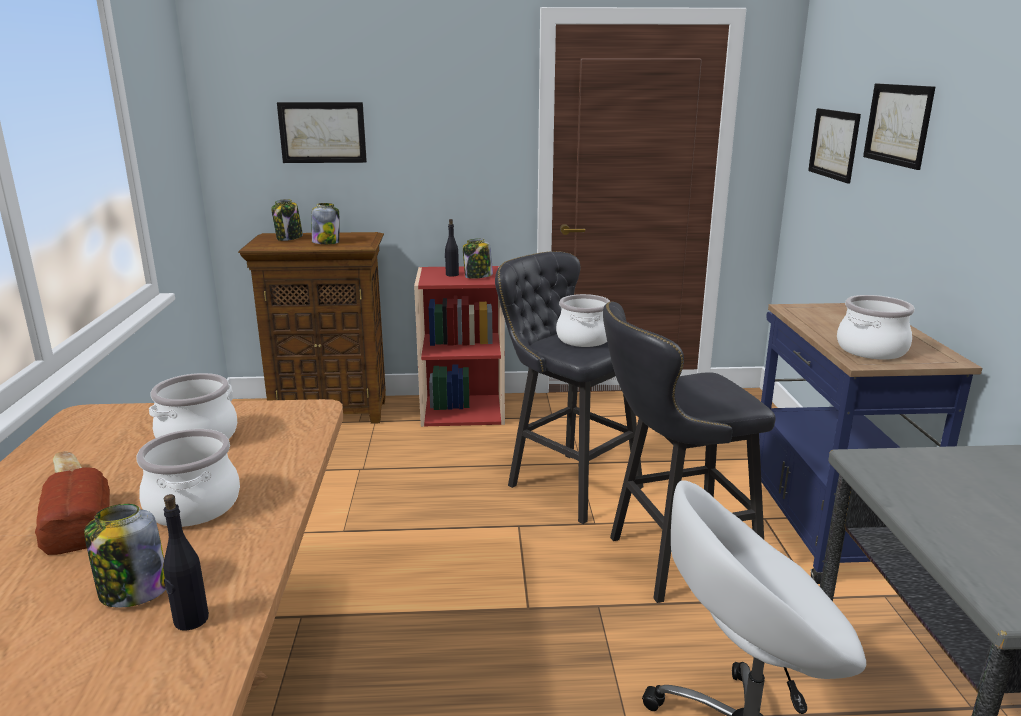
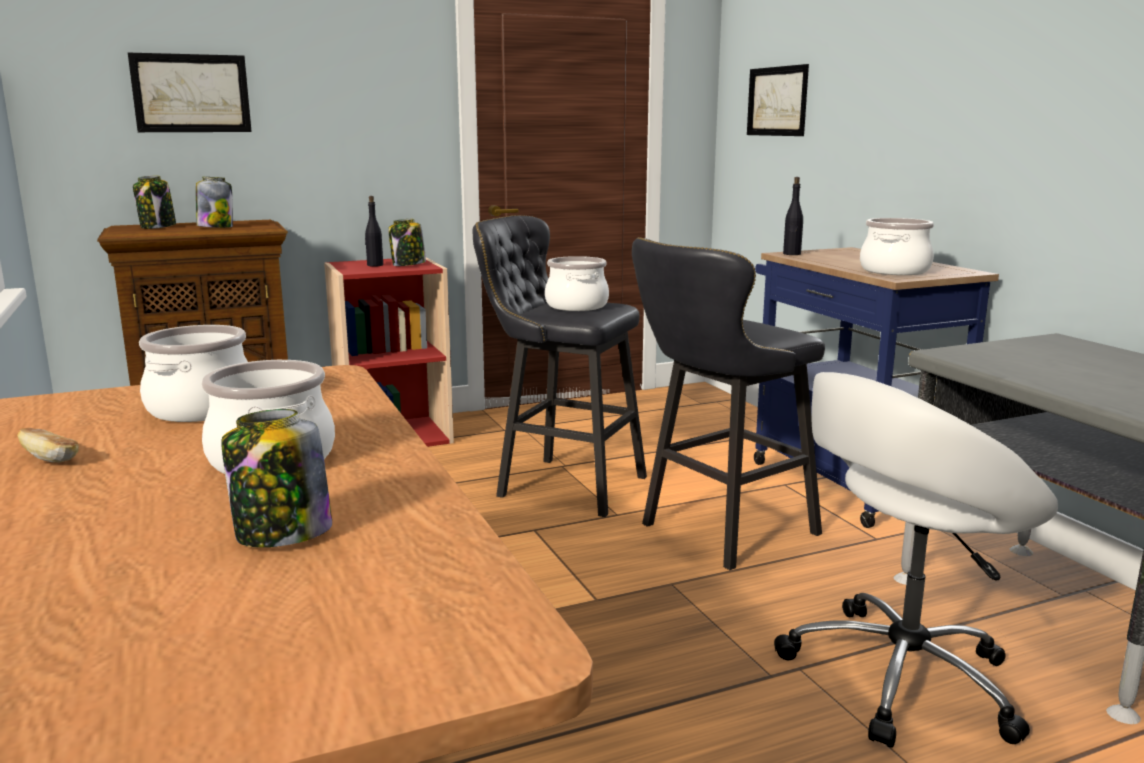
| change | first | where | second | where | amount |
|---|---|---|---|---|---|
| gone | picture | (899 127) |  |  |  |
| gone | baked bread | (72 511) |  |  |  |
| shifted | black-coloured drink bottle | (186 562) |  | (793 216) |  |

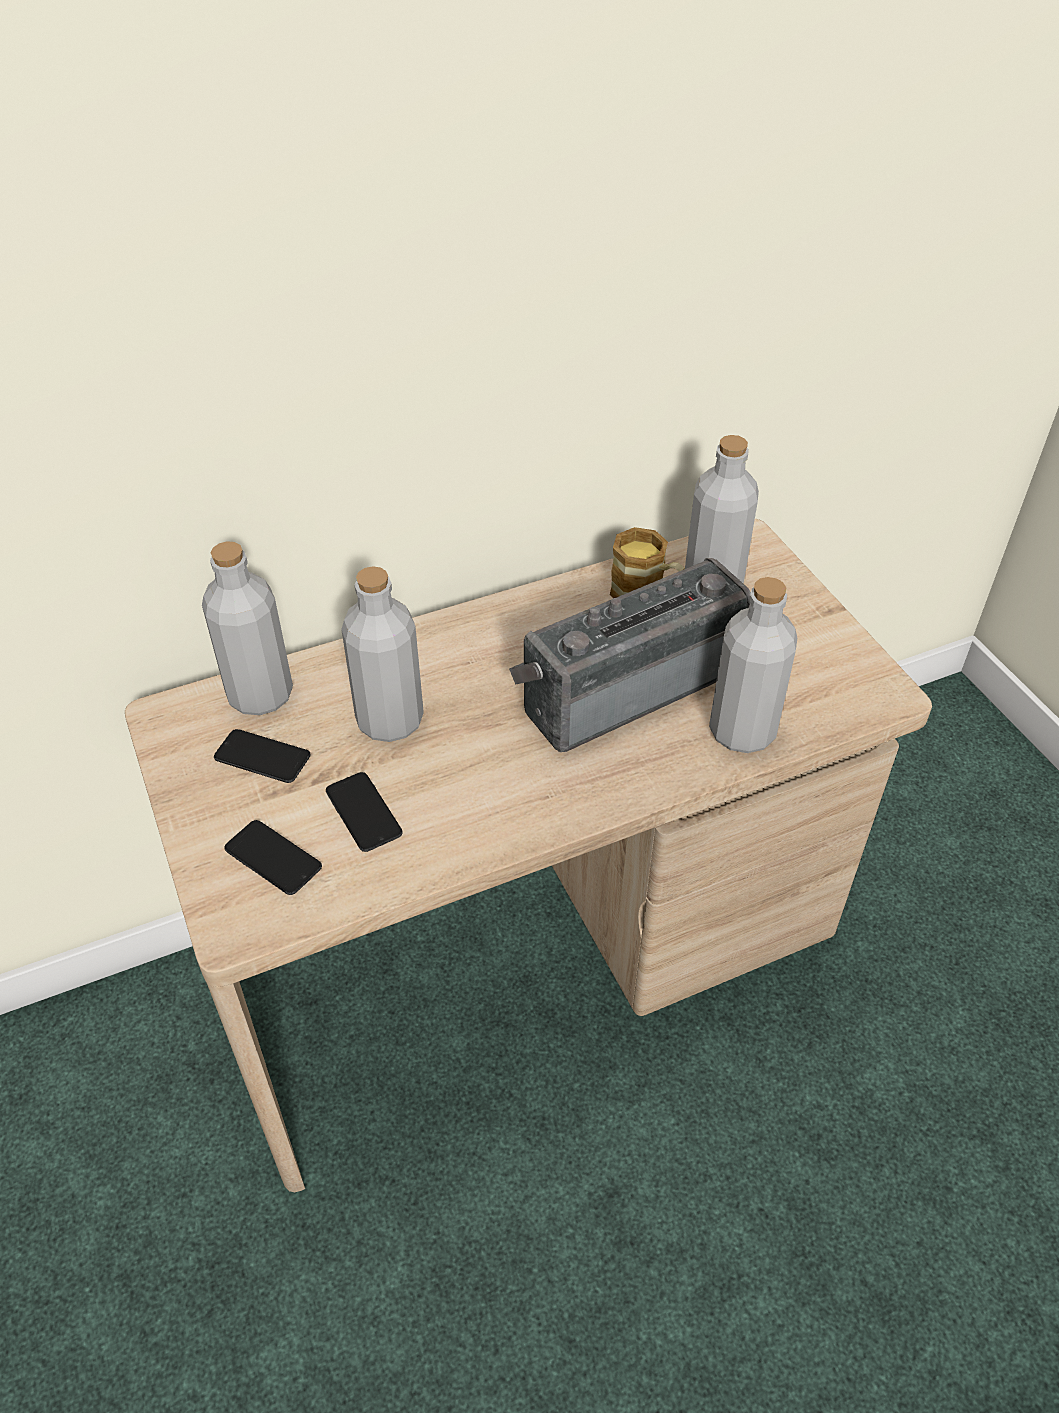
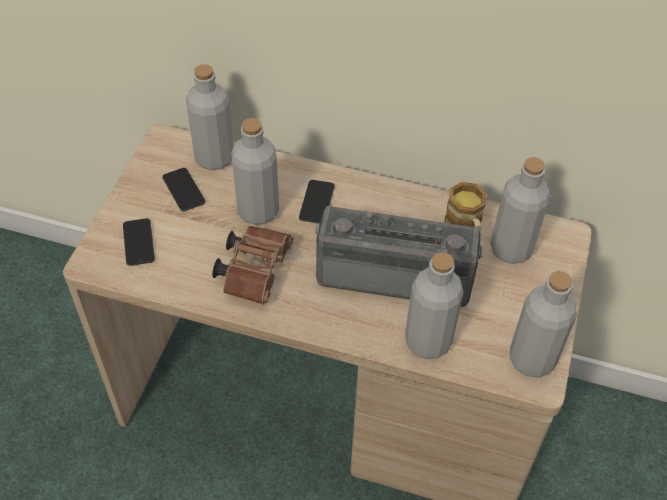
| change | first | where | second | where | amount |
|---|---|---|---|---|---|
| shifted | handset | (364 812) |  | (317 201) |  |
| new |  |  | brownish field glasses | (252 265) |  |
| new |  |  | gray drink bottle | (543 324) |  |

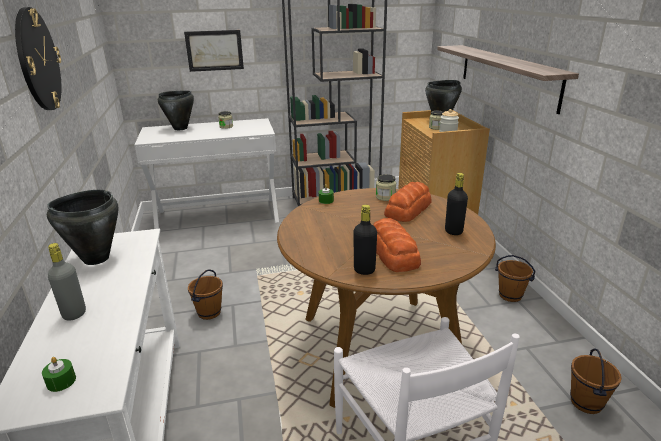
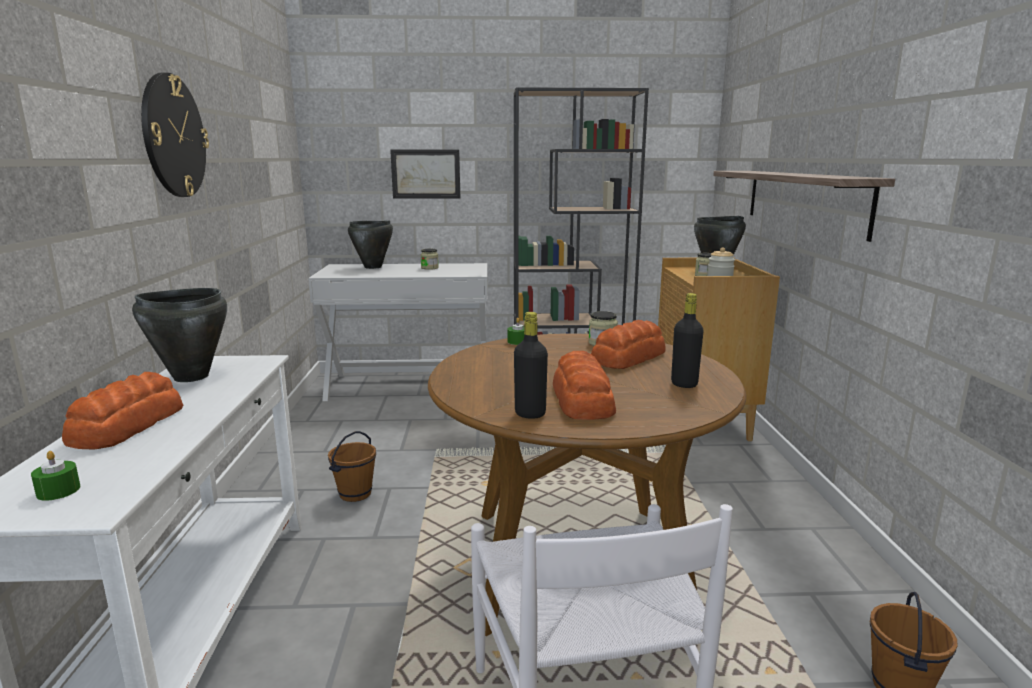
| change | first | where | second | where | amount |
|---|---|---|---|---|---|
| swapped | gray drink bottle | (67 282) | baked bread | (122 411) |  |
| gone | brownish bucket | (515 278) |  |  |  |

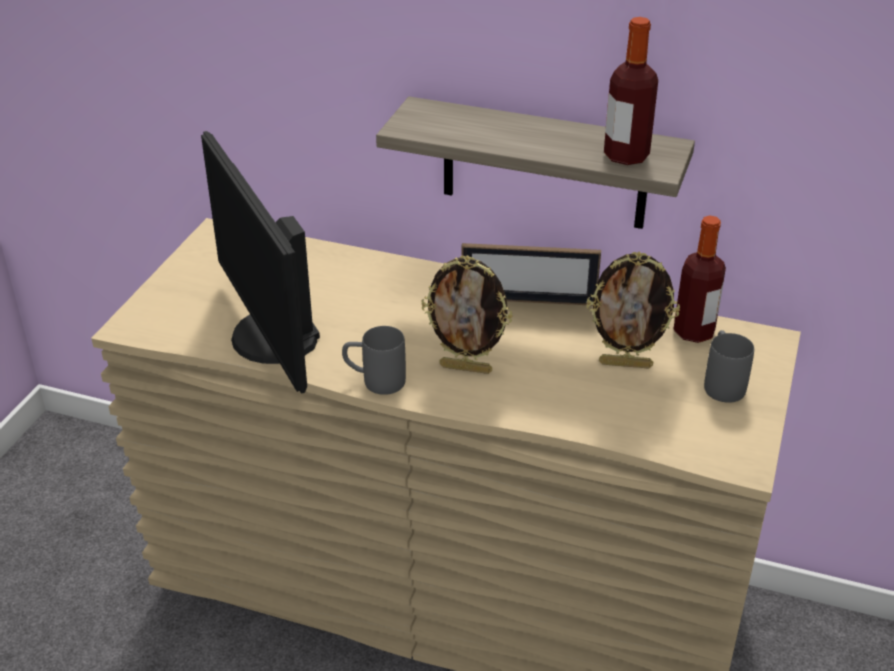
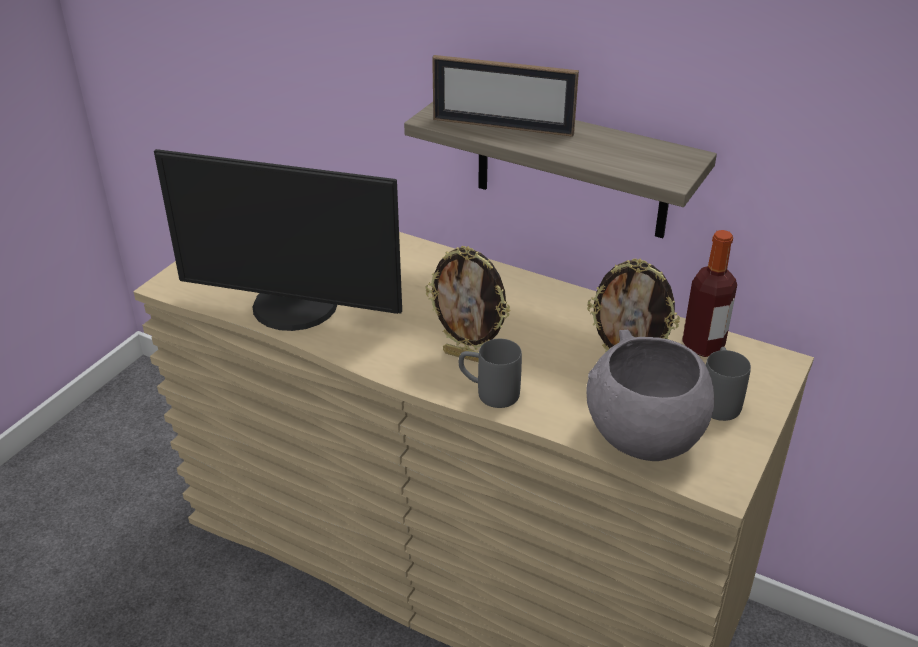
| change | first | where | second | where | amount |
|---|---|---|---|---|---|
| gone | drink bottle | (631 91) |  |  |  |
| rotated | monitor | (260 262) |  | (278 240) | 60 degrees counterclockwise |
| shifted | picture frame | (531 274) |  | (505 96) |  |
| shifted | gray tea mug | (374 360) |  | (490 373) |  |
| new |  |  | gray bowl | (650 395) |  |

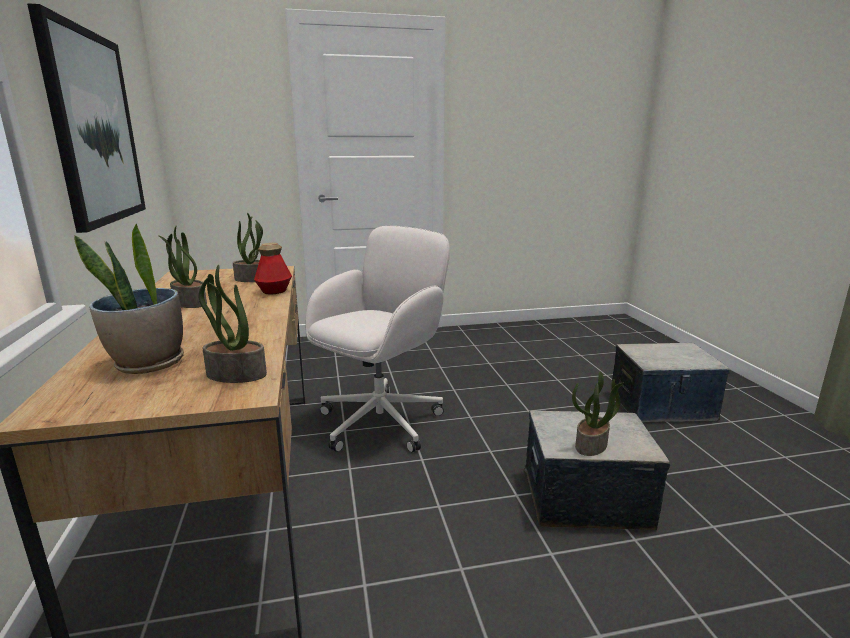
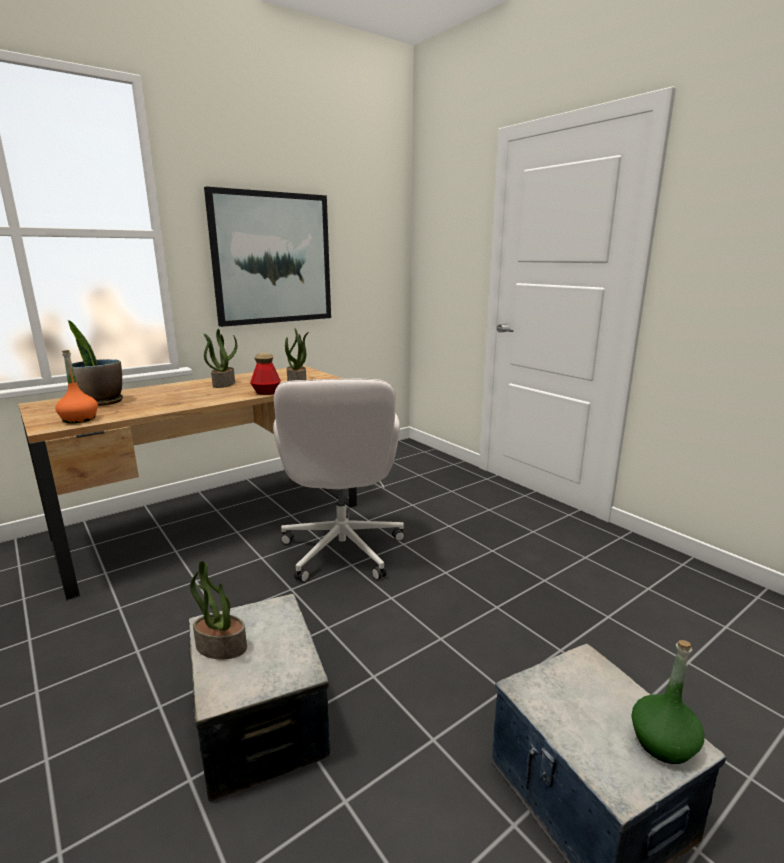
| change | first | where | second | where | amount |
|---|---|---|---|---|---|
| rotated | whitish desk chair | (378 339) |  | (339 480) | 75 degrees clockwise |
| swapped | plant in a pot | (232 324) | orange-coloured drink bottle | (76 386) |  |
| new |  |  | green-coloured drink bottle | (668 702) |  |

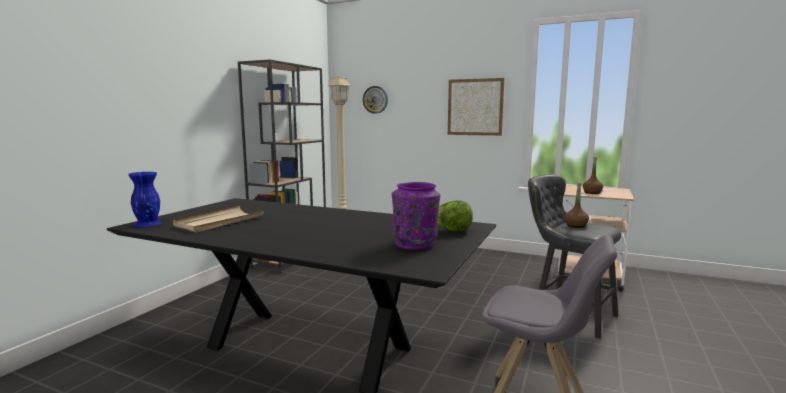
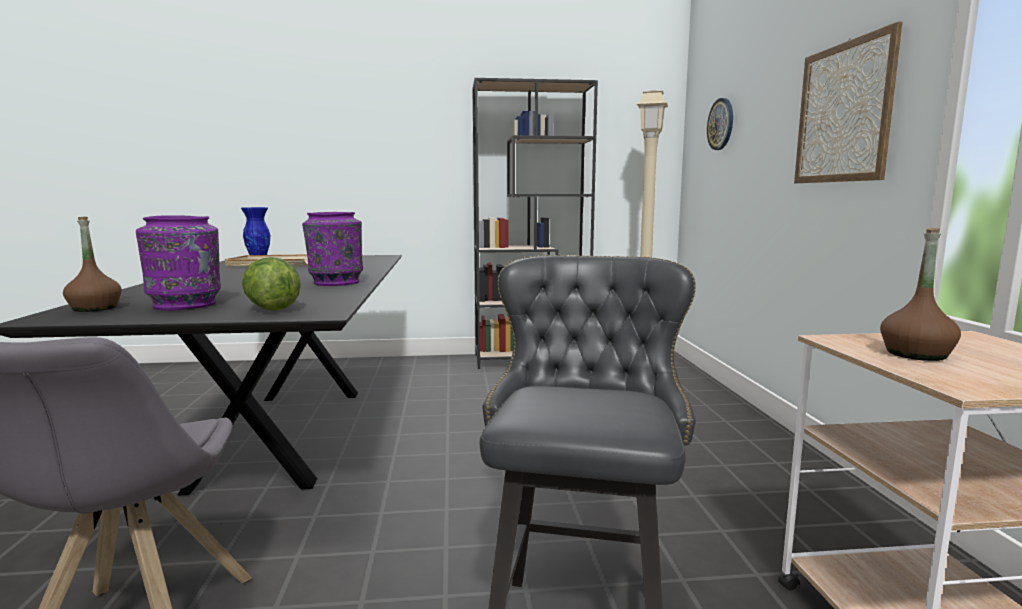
| change | first | where | second | where | amount |
|---|---|---|---|---|---|
| shifted | brownish drink bottle | (576 205) |  | (92 264) |  |
| new |  |  | purple-coloured decorative vase | (332 249) |  |

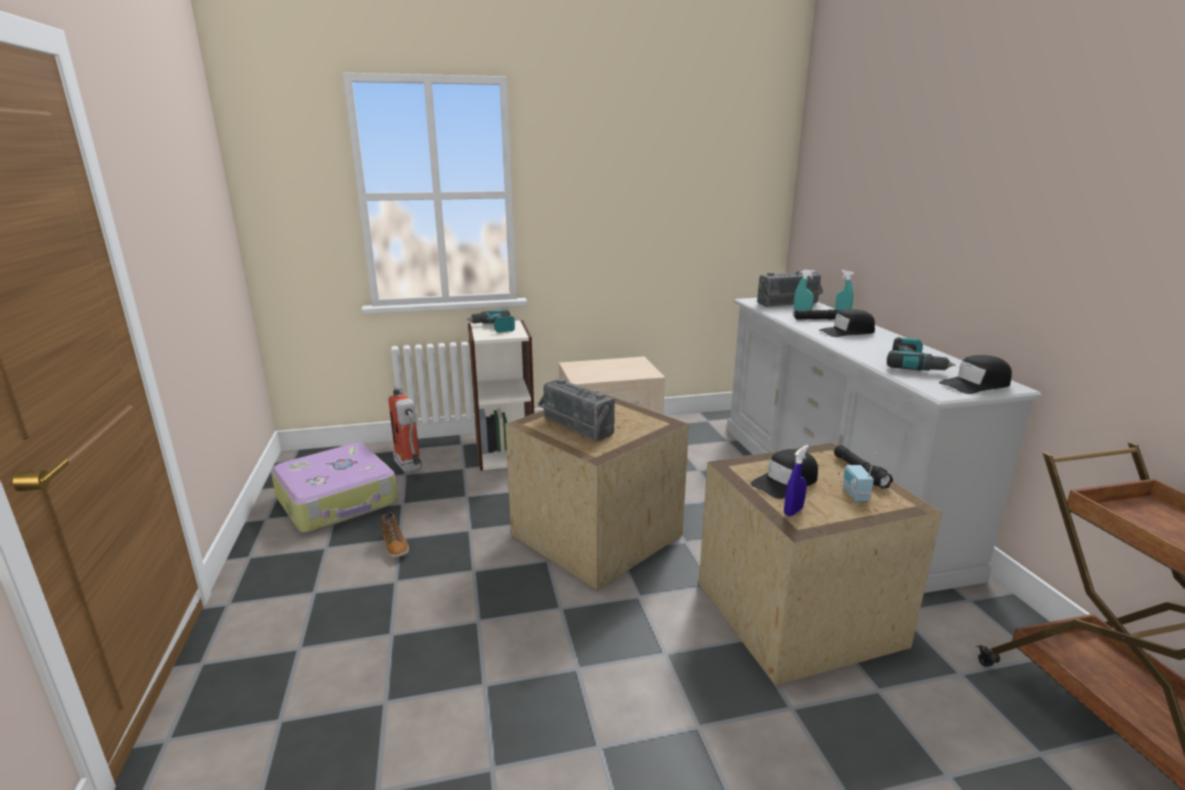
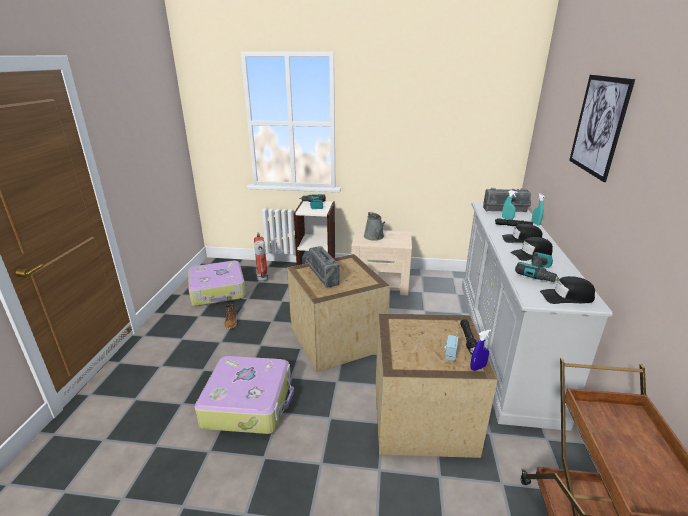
| change | first | where | second | where | amount |
|---|---|---|---|---|---|
| shifted | blue-coloured sprayer | (796 480) |  | (480 350) |  |
| shifted | black-coloured cap | (784 474) |  | (531 249) |  |
| new |  |  | picture | (602 128) |  |
| new |  |  | gray watering pot | (374 226) |  |
| new |  |  | suitcase | (244 395) |  |

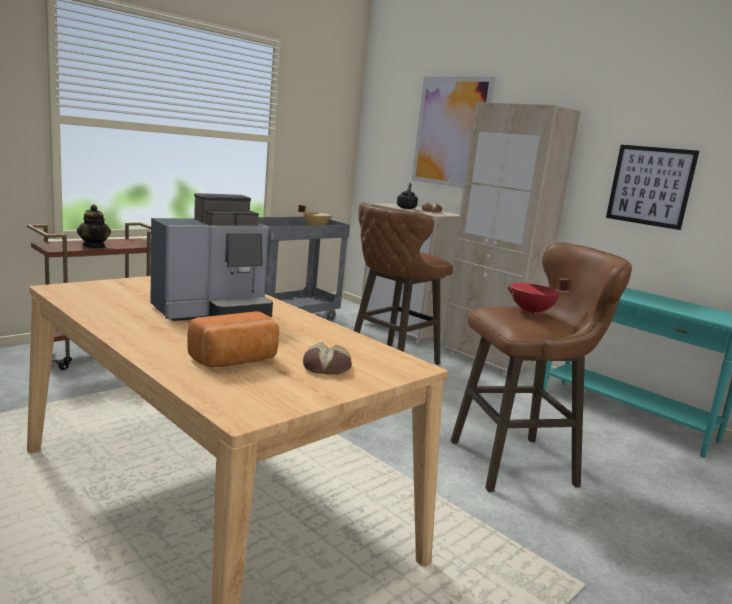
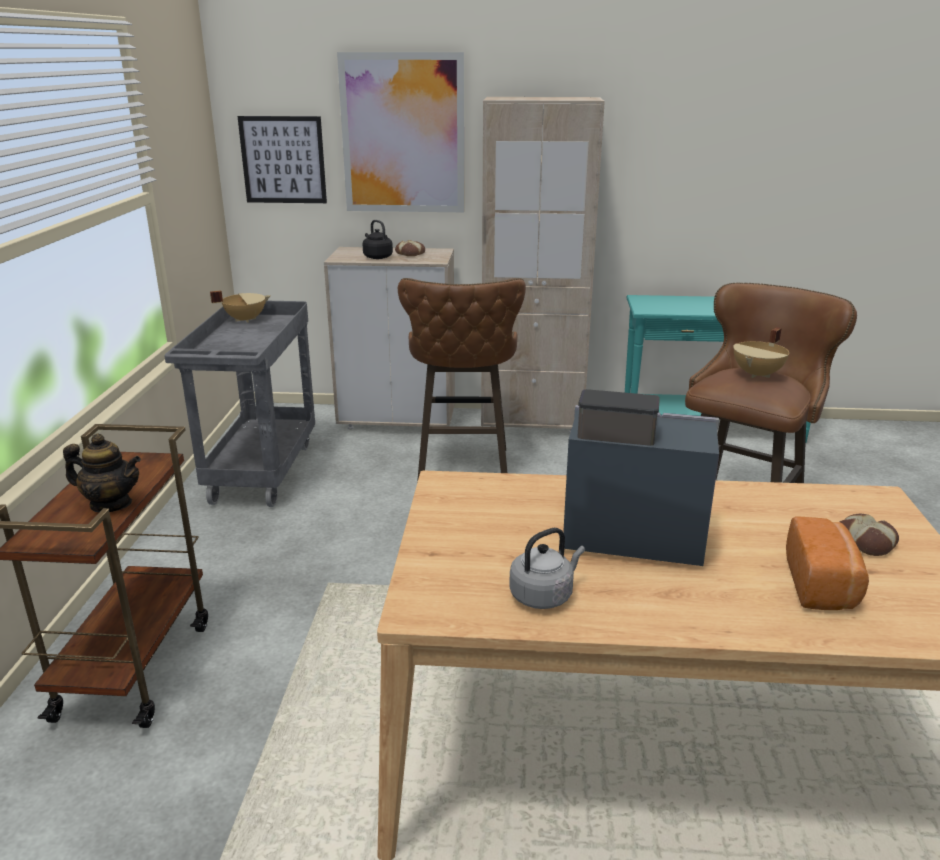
| change | first | where | second | where | amount |
|---|---|---|---|---|---|
| shifted | picture | (652 187) |  | (282 159) |  |
| rotated | coffee maker | (212 257) |  | (641 477) | 90 degrees counterclockwise |
| repainted | red-coloured cooking pot | (538 296) | beige cooking pot | (761 352) |  |
| new |  |  | gray kettle | (547 568) |  |

